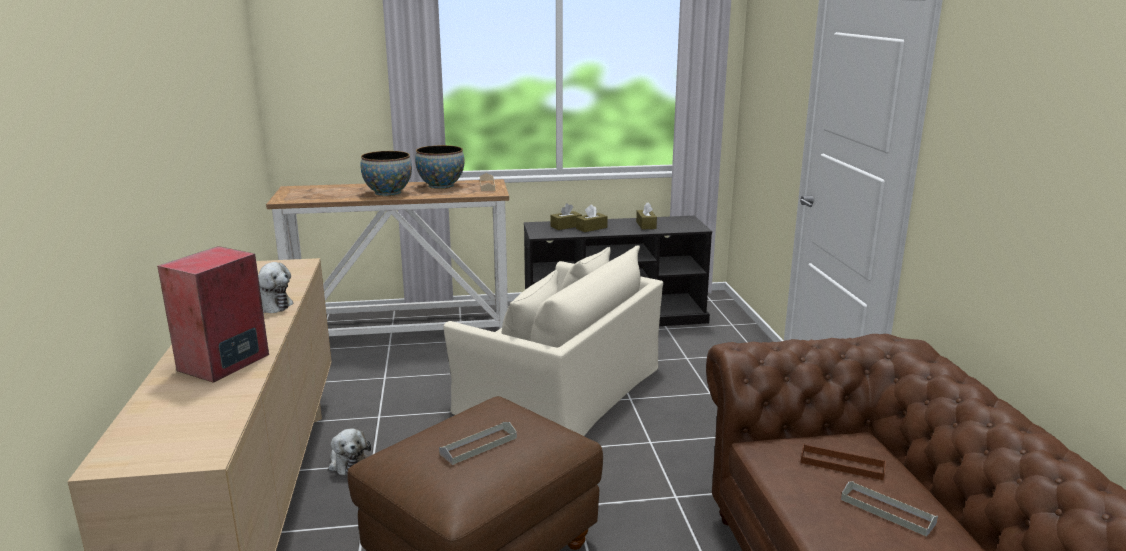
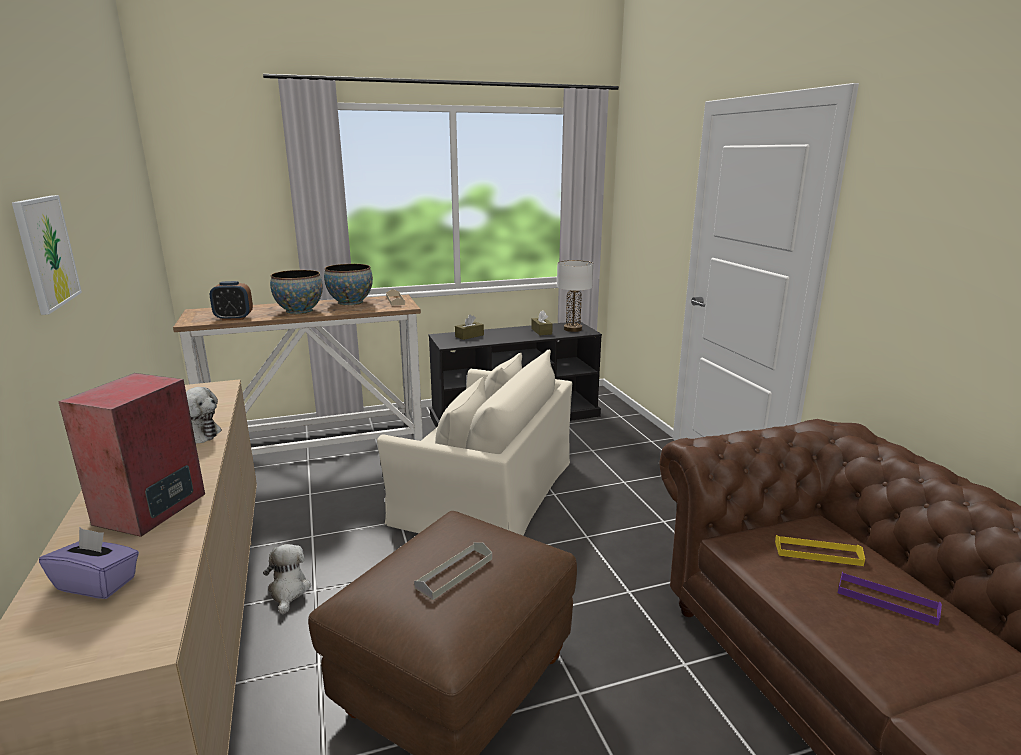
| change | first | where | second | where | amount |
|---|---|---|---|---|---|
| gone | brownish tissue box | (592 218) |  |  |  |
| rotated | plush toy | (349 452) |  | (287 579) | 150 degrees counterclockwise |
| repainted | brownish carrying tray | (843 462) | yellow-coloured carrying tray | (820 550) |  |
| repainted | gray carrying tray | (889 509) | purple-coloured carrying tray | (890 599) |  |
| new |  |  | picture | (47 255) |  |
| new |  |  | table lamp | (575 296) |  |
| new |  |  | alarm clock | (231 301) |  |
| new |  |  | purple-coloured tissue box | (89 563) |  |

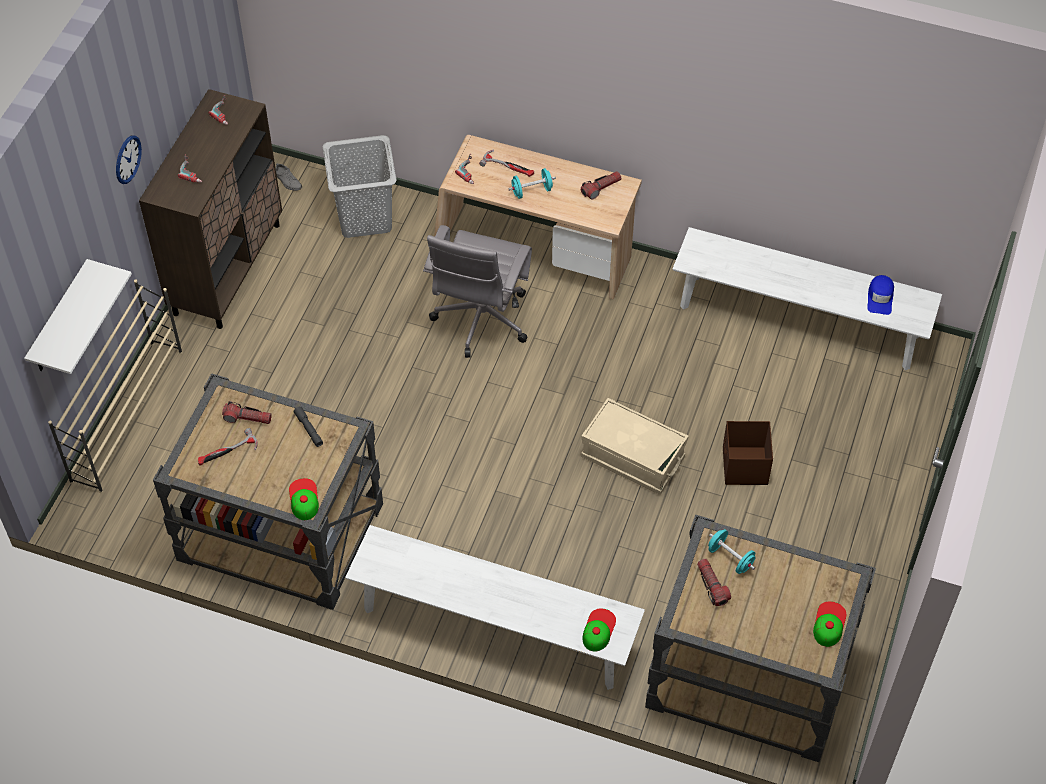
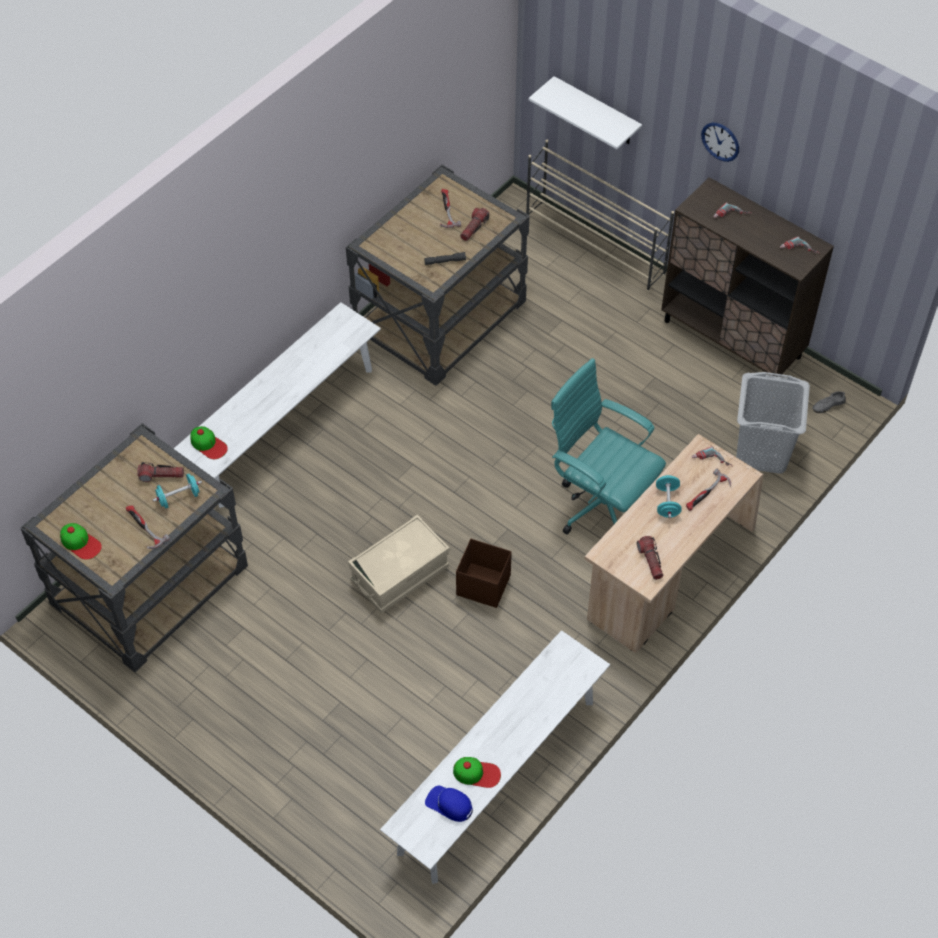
| change | first | where | second | where | amount |
|---|---|---|---|---|---|
| repainted | gray desk chair | (477 291) | turquoise desk chair | (608 446) |  |
| shifted | brownish storage container | (748 453) |  | (484 573) |  |
| shifted | cap | (304 499) |  | (477 772) |  |
| new |  |  | hand hammer | (148 527) |  |

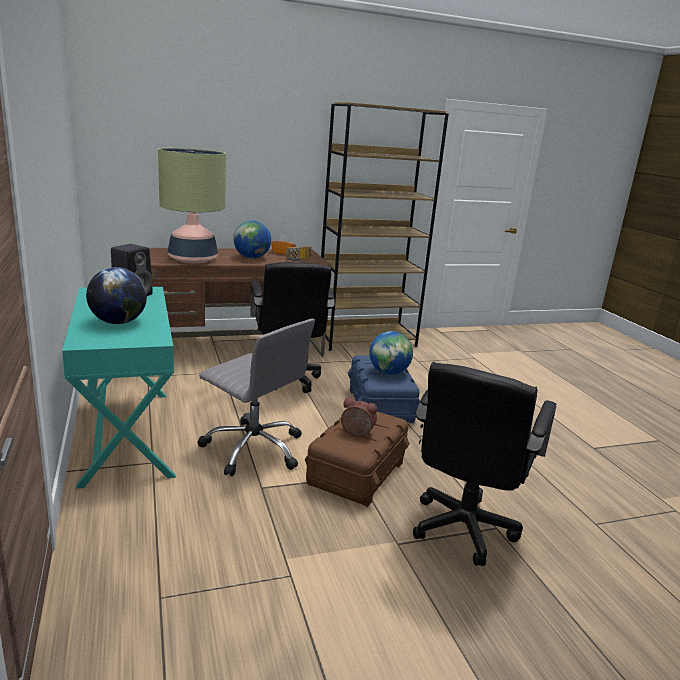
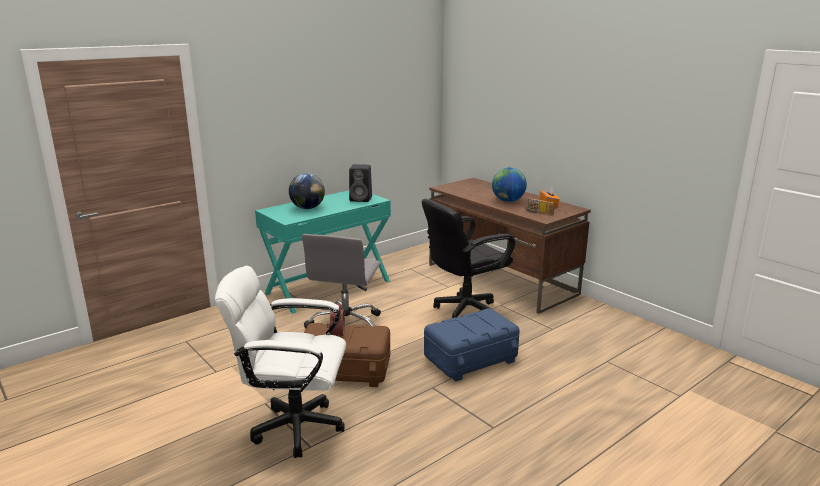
| change | first | where | second | where | amount |
|---|---|---|---|---|---|
| gone | brownish bookshelf | (385 226) |  |  |  |
| gone | table lamp | (192 206) |  |  |  |
| gone | world globe | (391 353) |  |  |  |
| repainted | black-coloured desk chair | (484 464) | whitish desk chair | (280 362) |  |

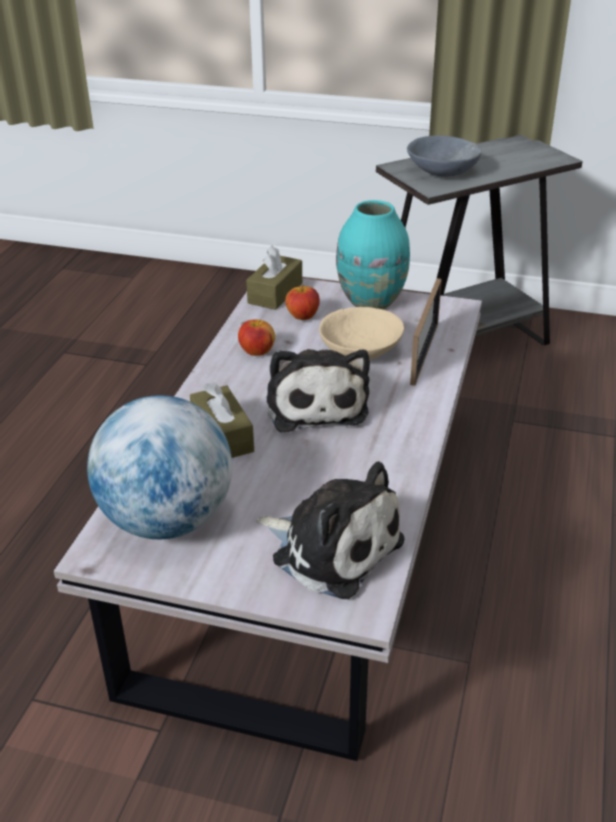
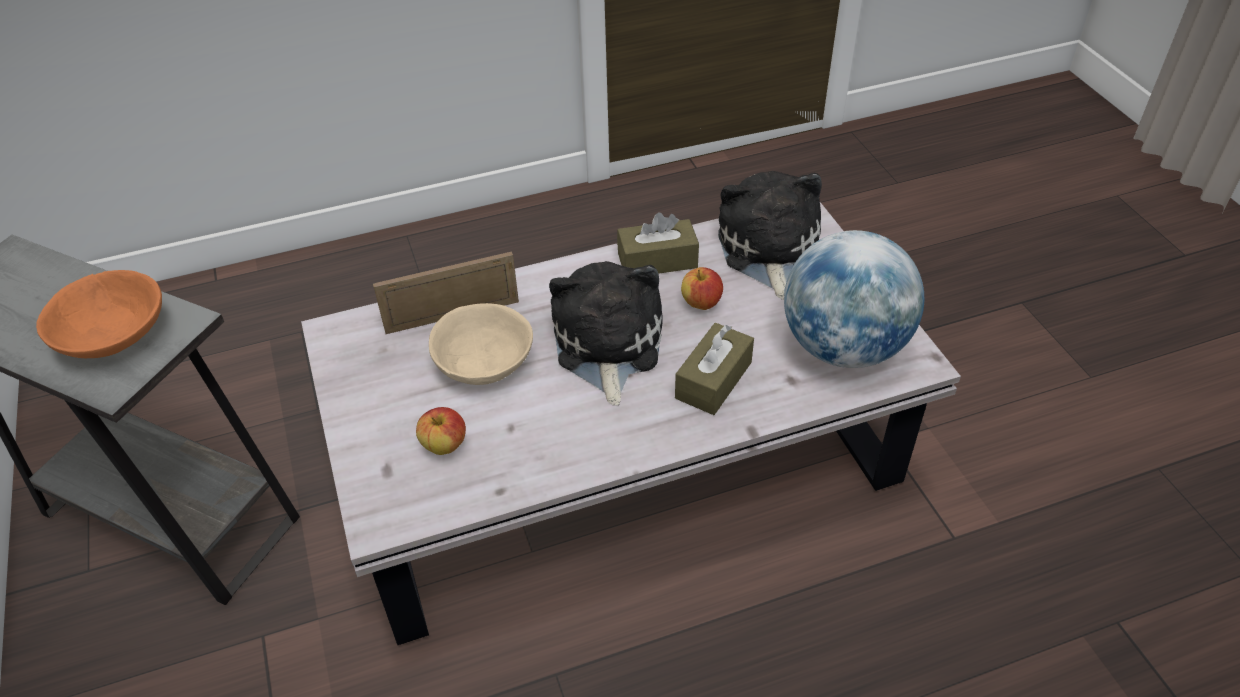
| change | first | where | second | where | amount |
|---|---|---|---|---|---|
| repainted | gray bowl | (444 155) | orange-coloured bowl | (99 314) |  |
| gone | turquoise decorative vase | (373 254) |  |  |  |
| shifted | brownish tissue box | (274 277) |  | (658 243) |  |
| shifted | apple | (256 337) |  | (702 288) |  |
| rotated | plush toy | (318 390) |  | (605 333) | 45 degrees counterclockwise |

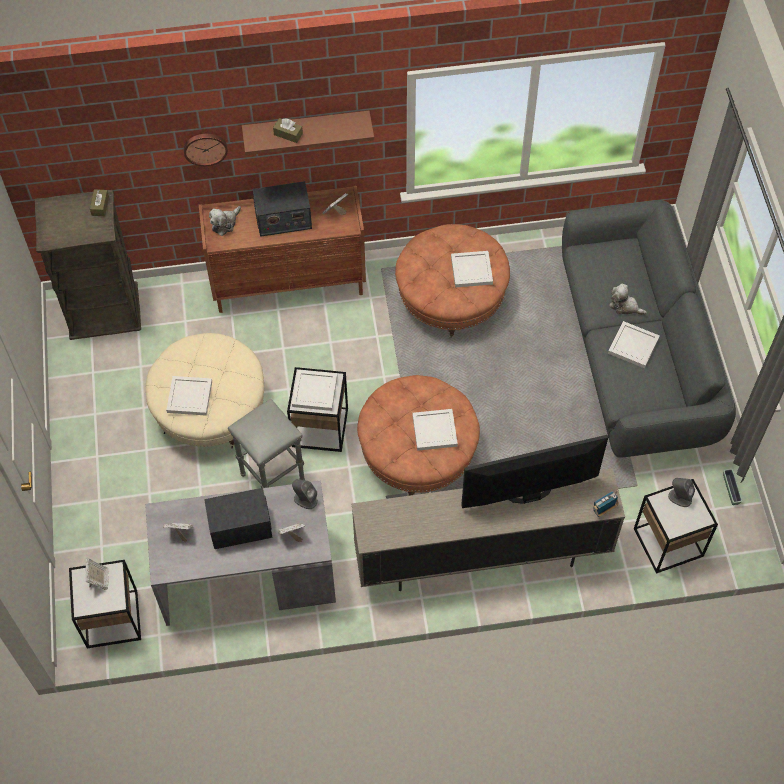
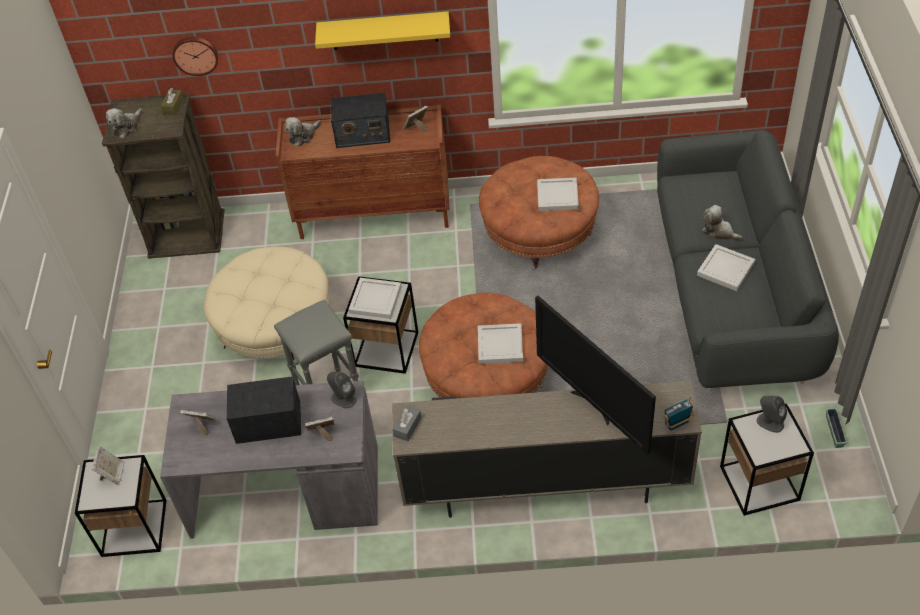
| change | first | where | second | where | amount |
|---|---|---|---|---|---|
| repainted | brownish bracket shelf | (308 133) | yellow-coloured bracket shelf | (382 30) |  |
| gone | brownish tissue box | (288 130) |  |  |  |
| shifted | wall clock | (206 150) |  | (195 56) |  |
| gone | whitish carrying tray | (189 396) |  |  |  |
| rotated | TV | (534 471) |  | (595 375) | 120 degrees counterclockwise |
| new |  |  | plush toy | (124 123) |  |
| new |  |  | gray tissue box | (406 423) |  |

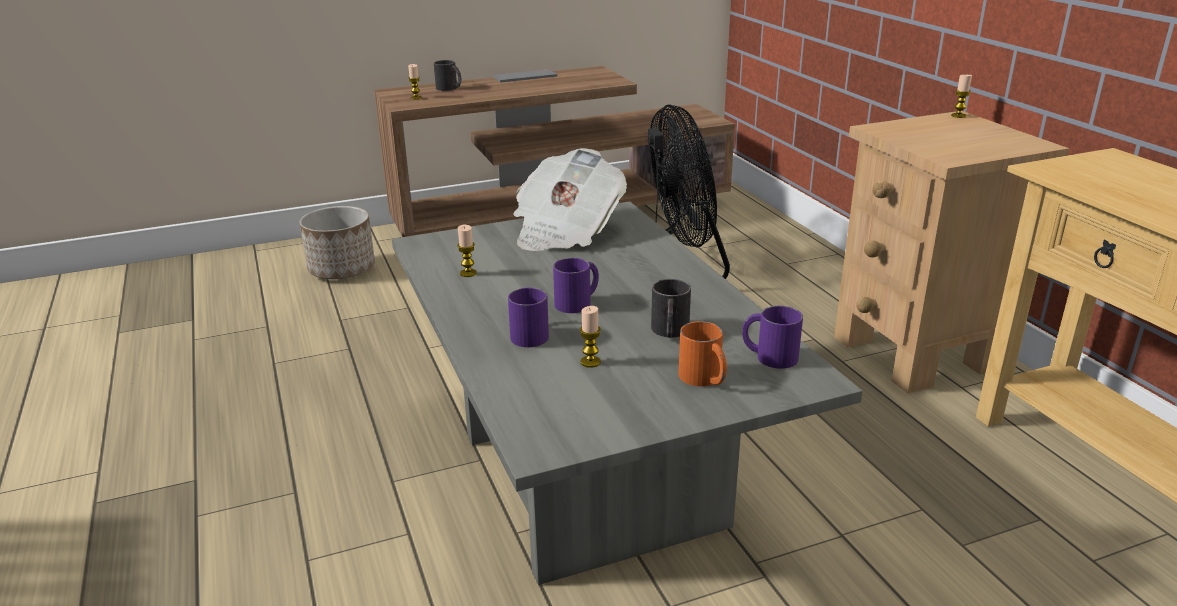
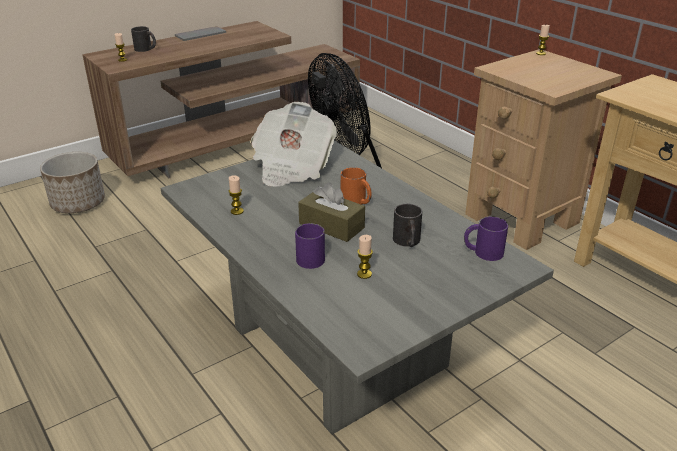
| change | first | where | second | where | amount |
|---|---|---|---|---|---|
| swapped | purple-coloured tea mug | (576 285) | brownish tissue box | (331 212) |  |
| shifted | orange-coloured tea mug | (703 353) |  | (356 186) |  |

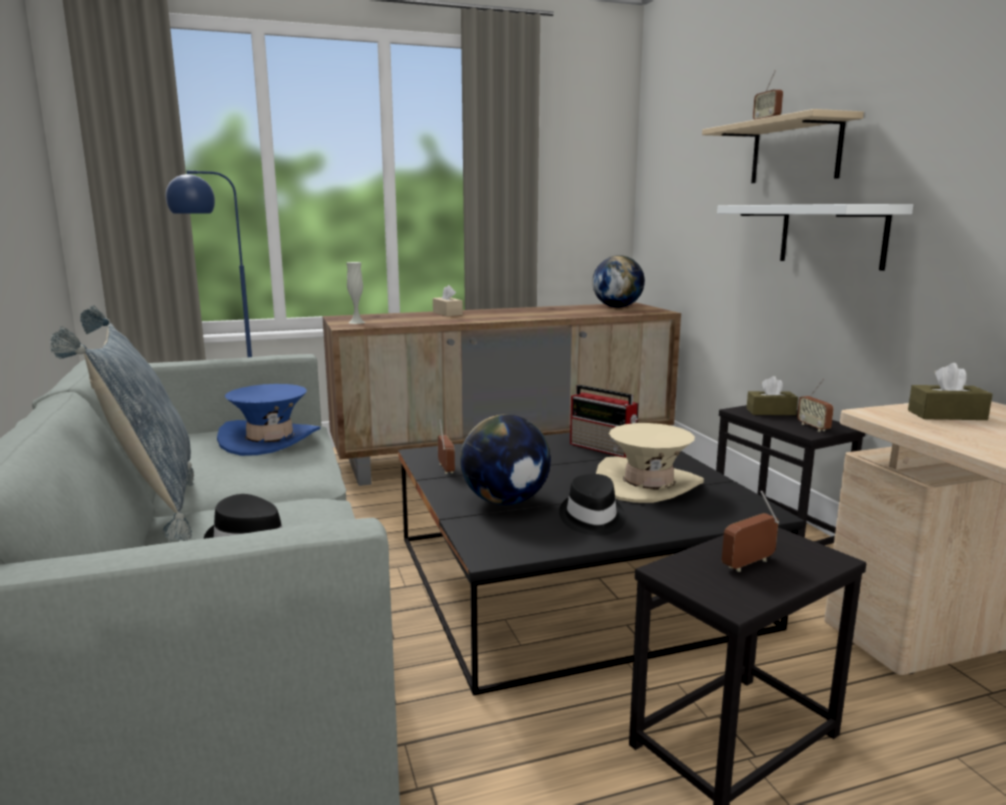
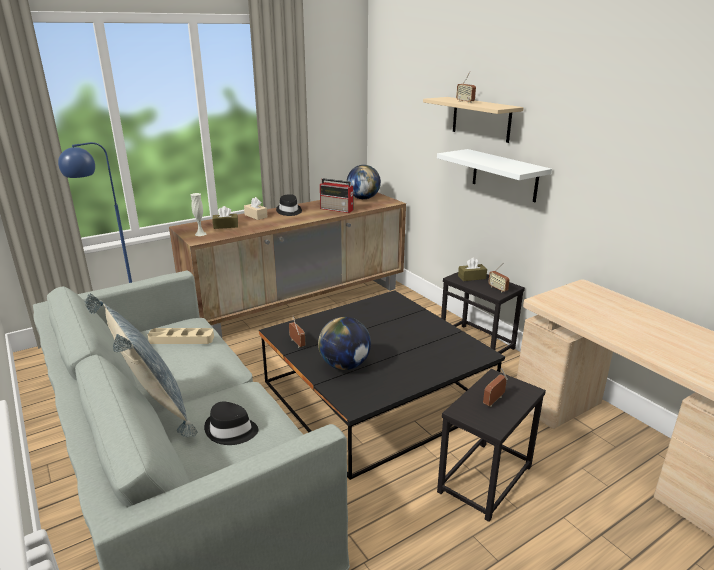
| change | first | where | second | where | amount |
|---|---|---|---|---|---|
| shifted | brownish tissue box | (950 391) |  | (225 217) |  |
| swapped | blue-coloured hat | (268 420) | beige carrying tray | (181 336) |  |
| shifted | radio set | (604 421) |  | (337 195) |  |
| gone | beige hat | (650 463) |  |  |  |
| shifted | black-coloured hat | (592 505) |  | (289 205) |  |

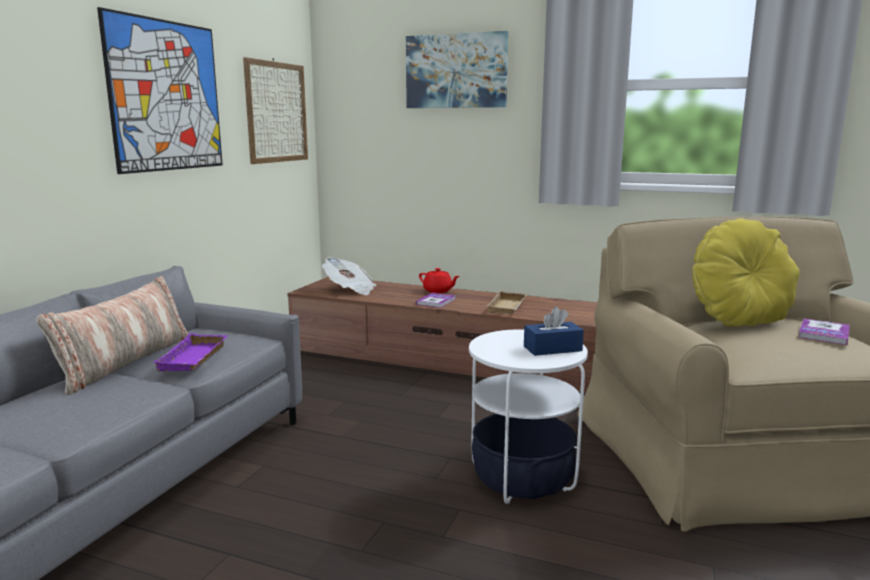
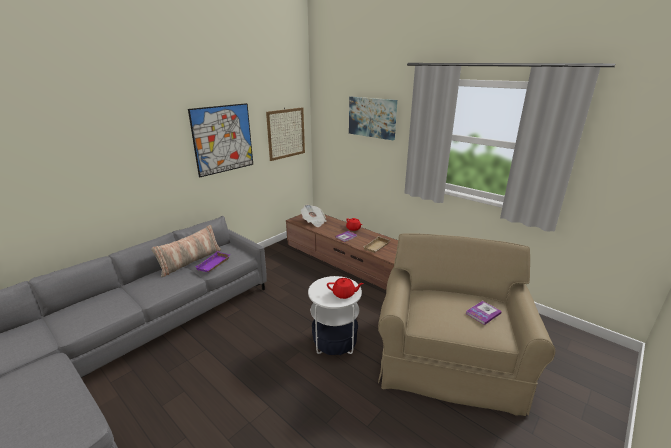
| change | first | where | second | where | amount |
|---|---|---|---|---|---|
| gone | yellow-coloured cushion | (746 273) |  |  |  |
| swapped | blue-coloured tissue box | (554 331) | red-coloured tea pot | (345 288) |  |

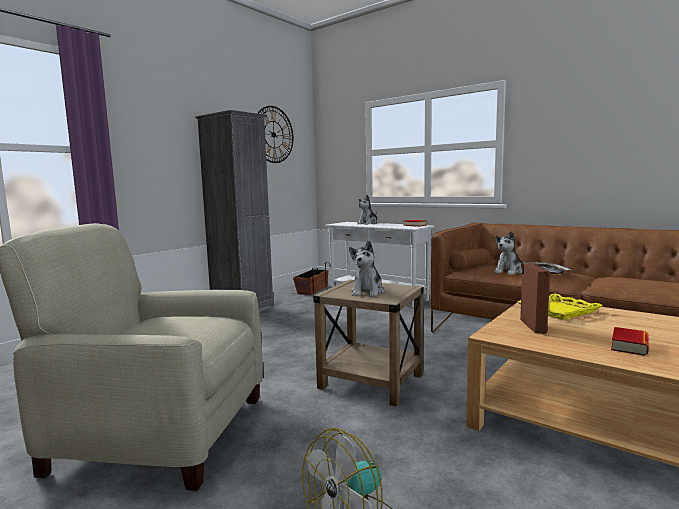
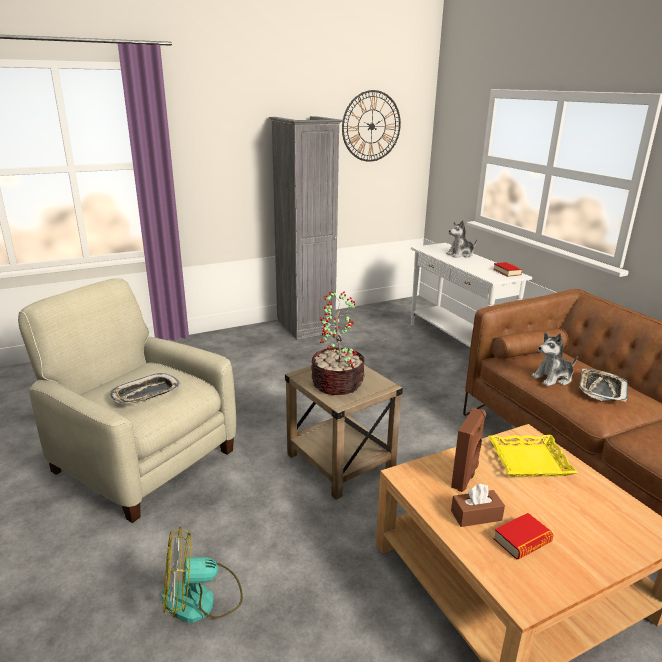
| change | first | where | second | where | amount |
|---|---|---|---|---|---|
| swapped | plush toy | (366 269) | plant in a pot | (338 343) |  |
| gone | planter | (312 279) |  |  |  |
| new |  |  | carrying tray | (145 388) |  |
| new |  |  | brownish tissue box | (478 505) |  |

